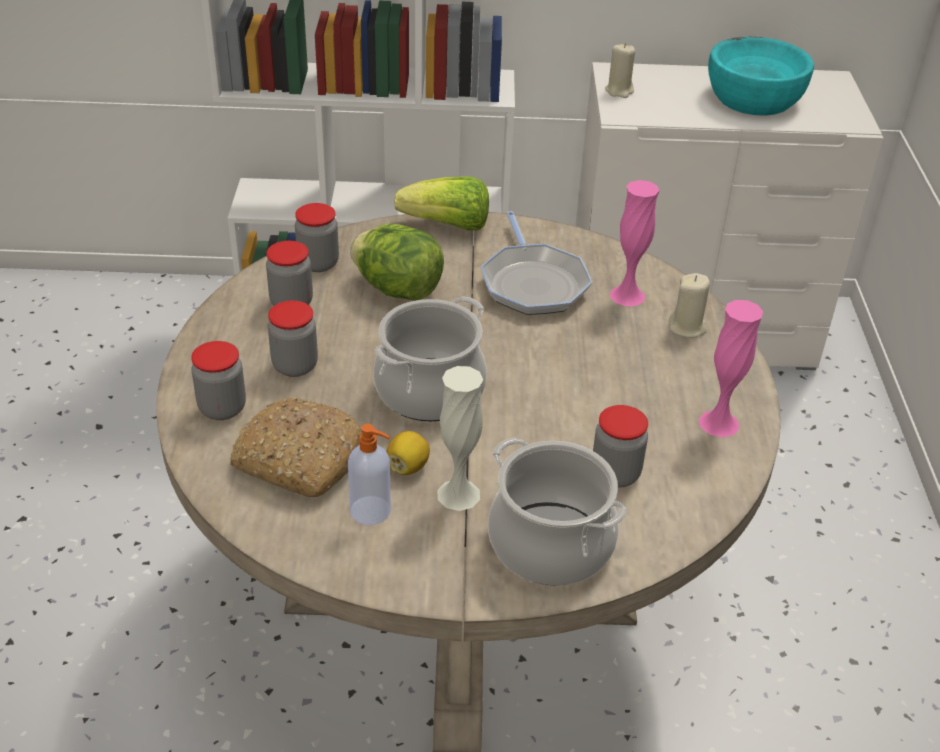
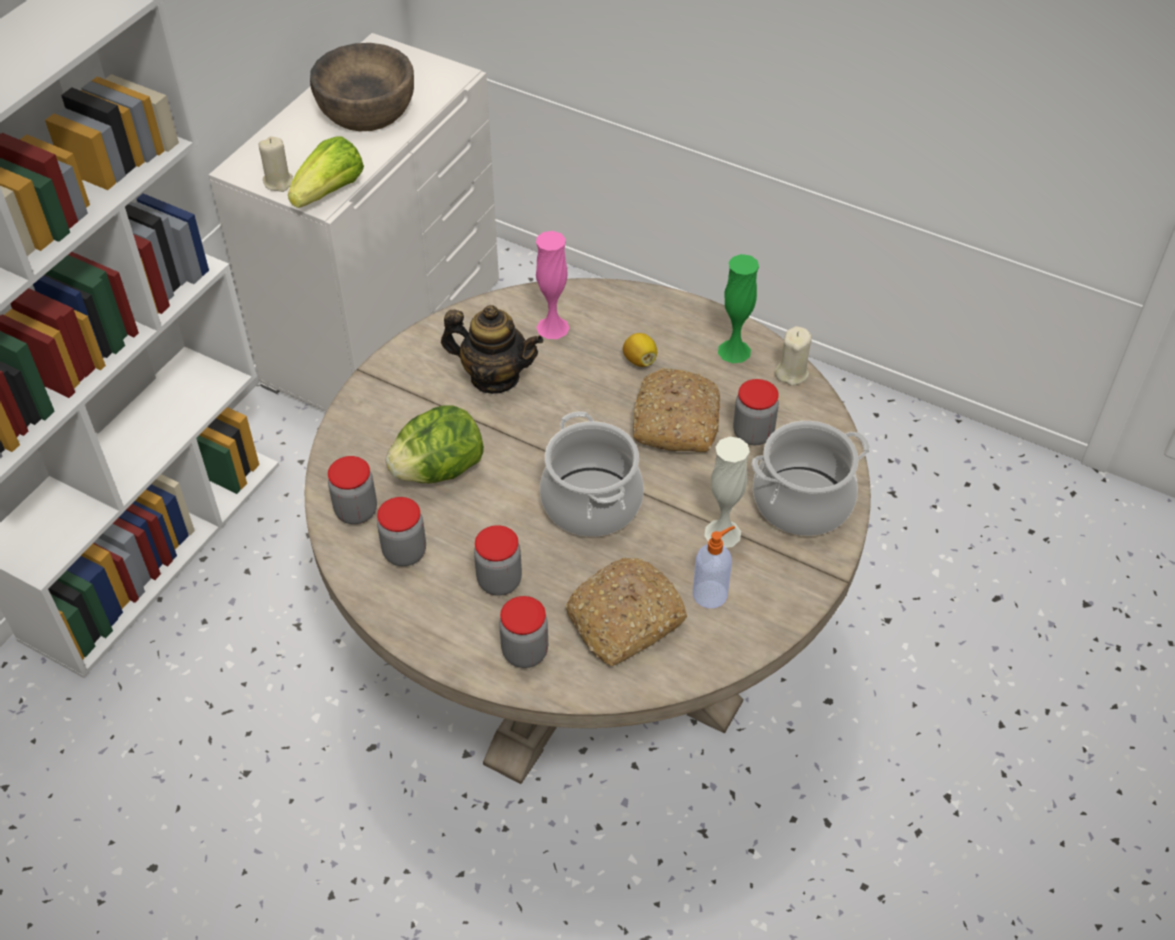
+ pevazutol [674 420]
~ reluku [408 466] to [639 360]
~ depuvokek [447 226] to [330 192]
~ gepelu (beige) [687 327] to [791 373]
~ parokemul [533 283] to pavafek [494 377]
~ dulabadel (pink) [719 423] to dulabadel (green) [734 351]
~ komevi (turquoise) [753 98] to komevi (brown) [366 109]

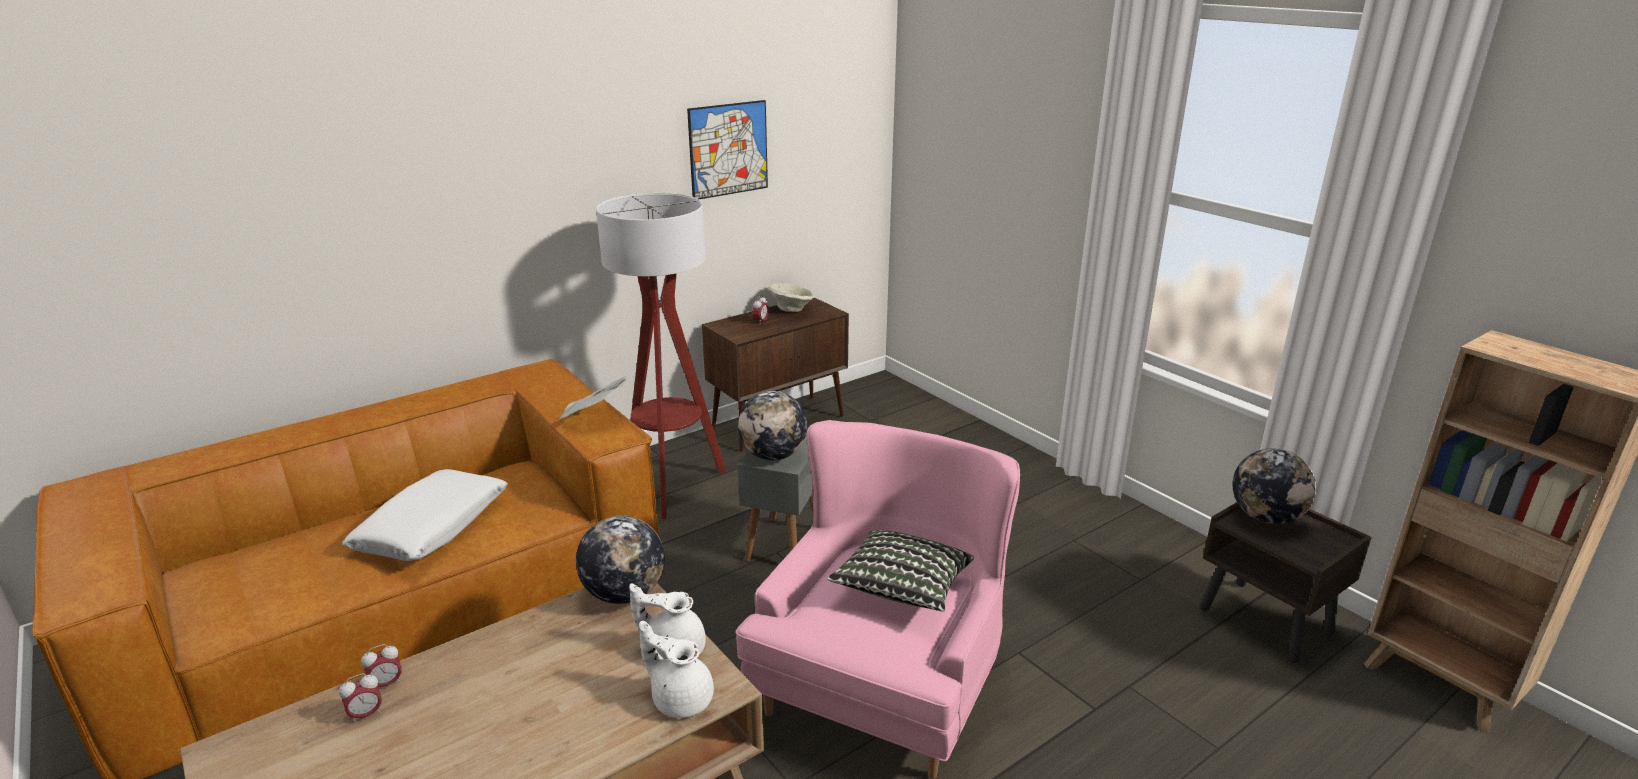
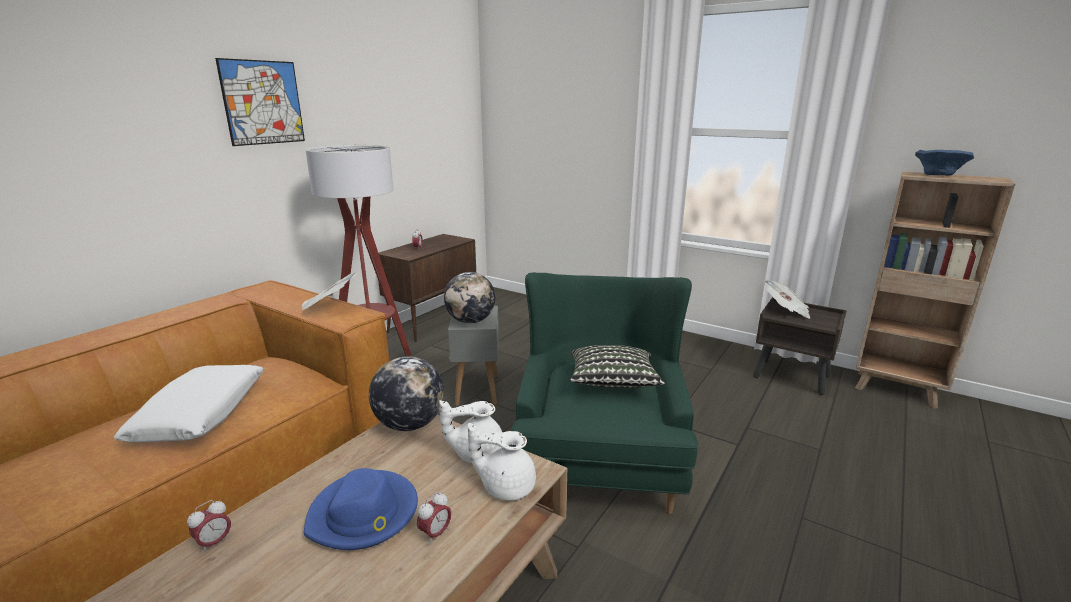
- komevi (beige) [791 310]
+ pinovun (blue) [364 514]
+ komevi (blue) [937 176]
~ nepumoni [366 714] to [435 534]
~ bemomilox [728 149] to [263 102]
~ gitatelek [1265 518] to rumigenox [786 311]
~ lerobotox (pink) [885 682] to lerobotox (green) [599 460]

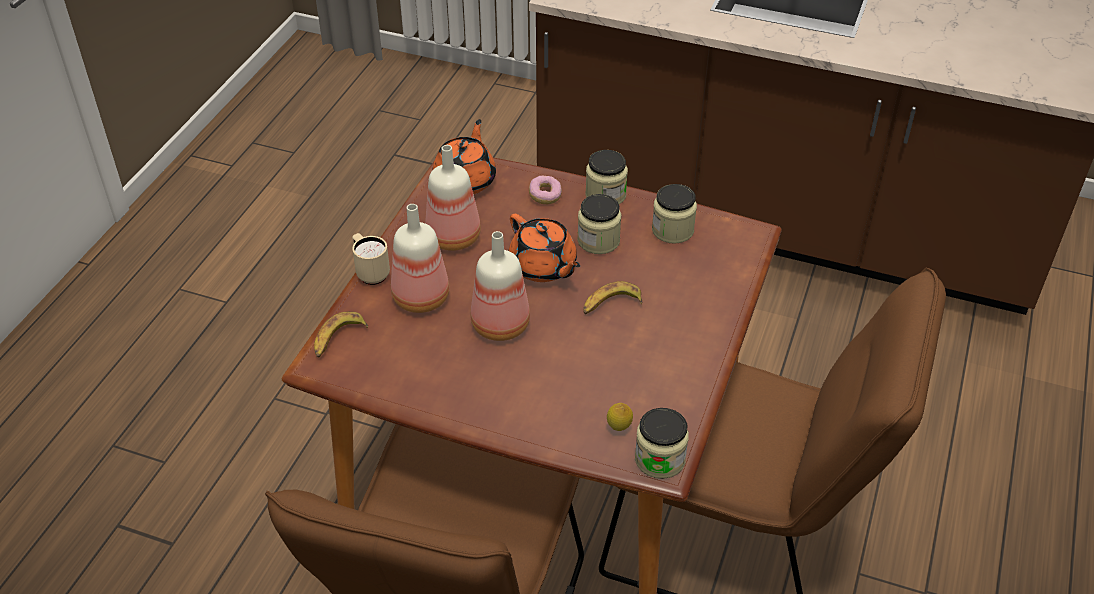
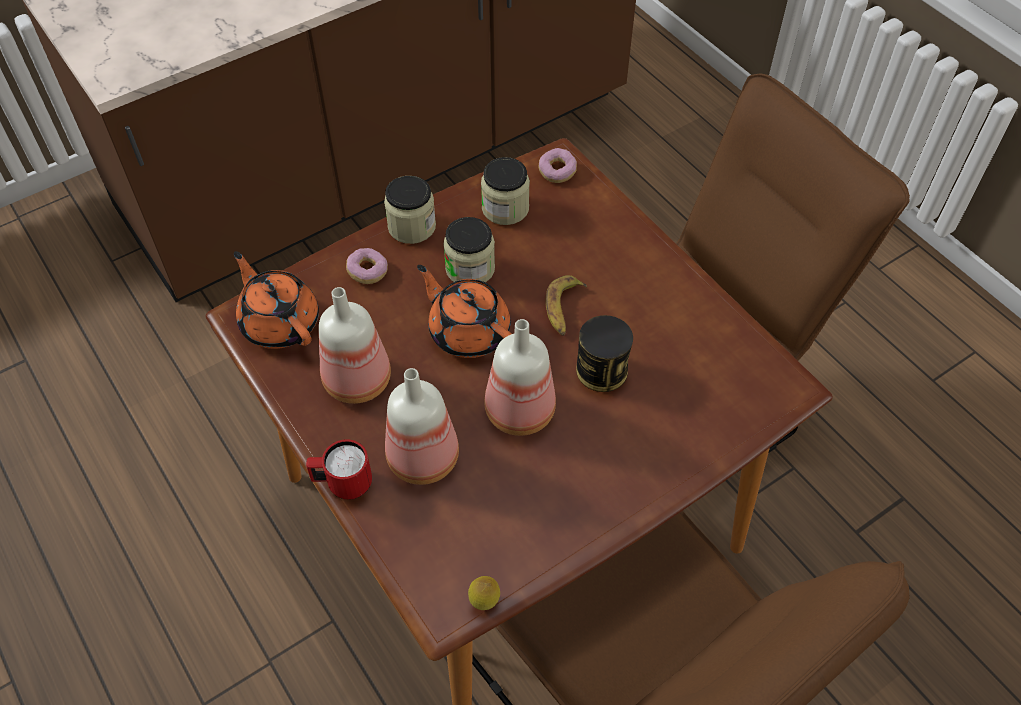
- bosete [338 339]
- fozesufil [660 459]
+ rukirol [557 172]
+ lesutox [601 370]
~ reluku [619 428] to [484 602]
~ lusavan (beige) [370 272] to lusavan (red) [343 484]
~ pavafek (orange) [543 267] = [468 331] 135 degrees counterclockwise

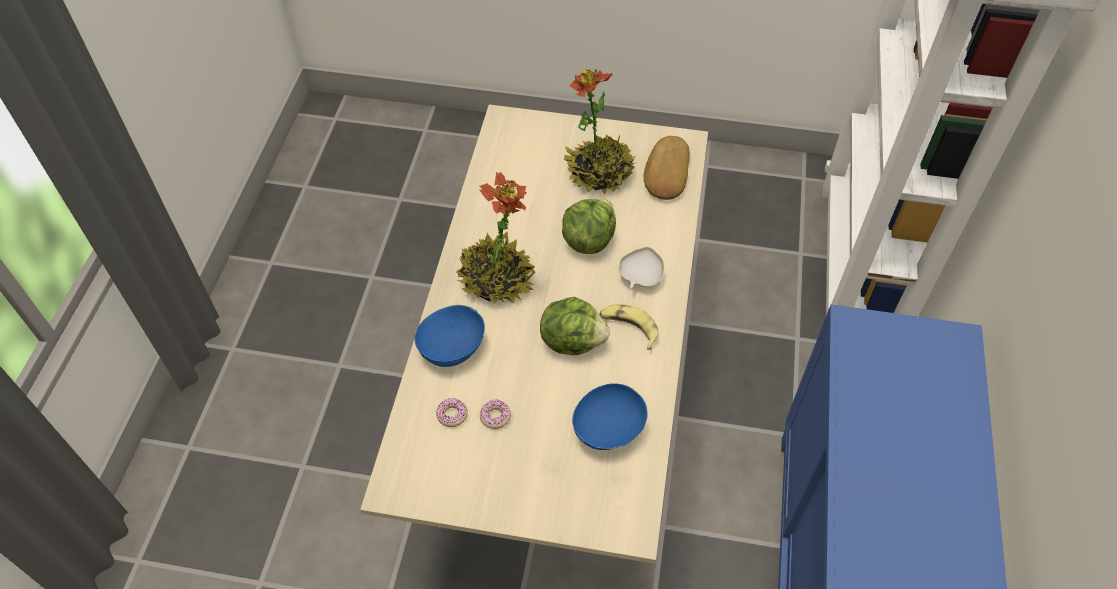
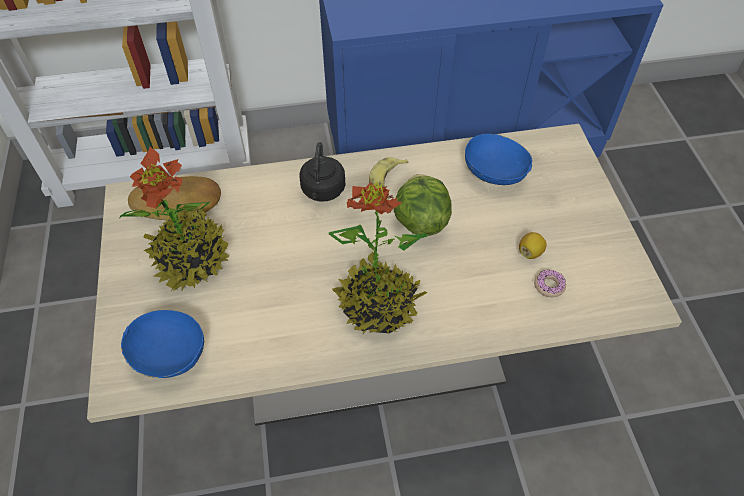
- depuvokek [588 240]
~ komevi (blue) [452 347] to [169 356]
~ rukirol [495 416] to reluku [530 252]
~ komevi (white) [640 275] to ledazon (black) [323 191]

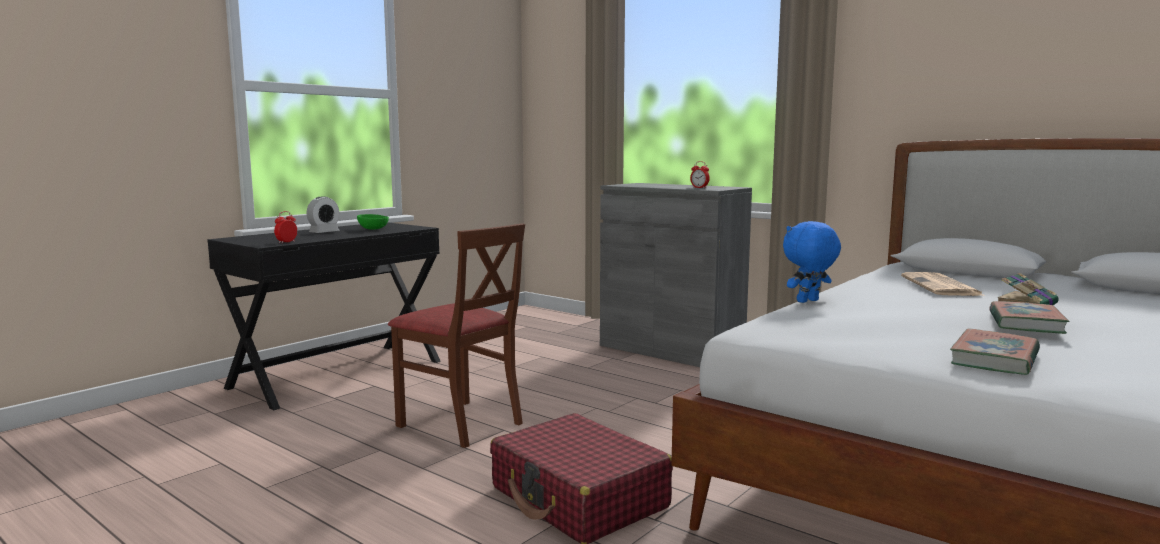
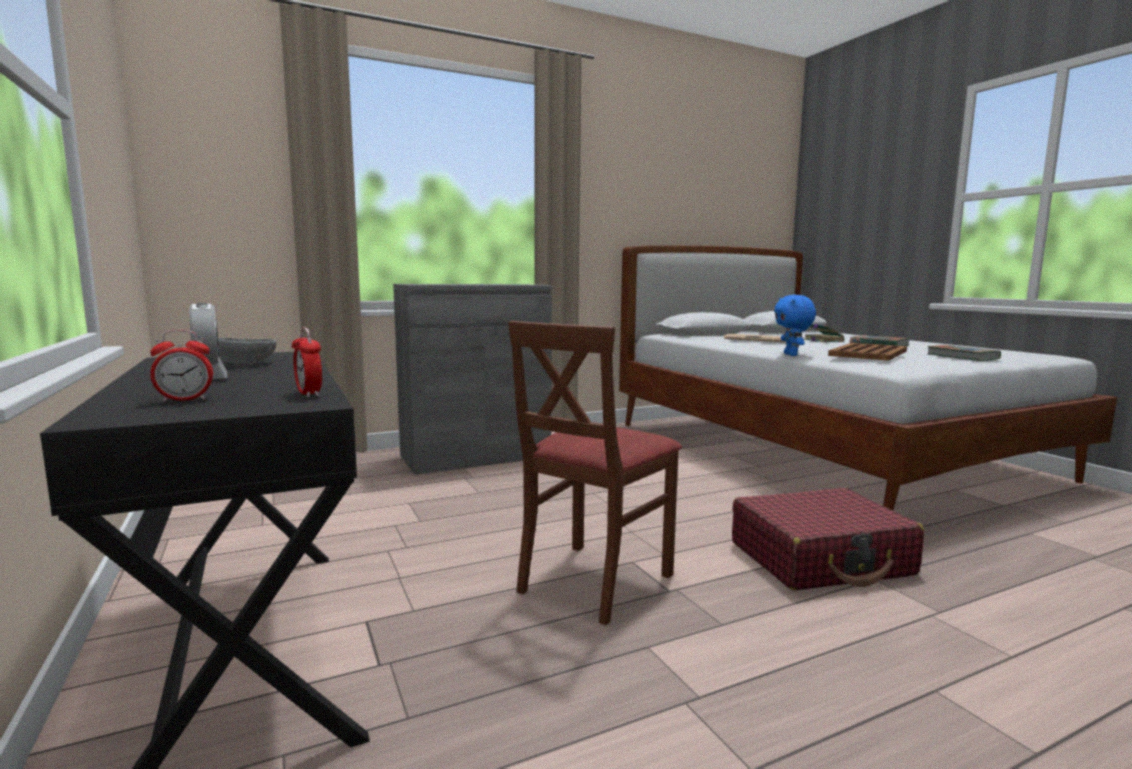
+ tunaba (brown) [868 353]
~ nepumoni [699 188] to [185 400]
~ komevi (green) [374 229] to komevi (grey) [245 363]
~ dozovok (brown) [461 423] = [593 581] 150 degrees clockwise

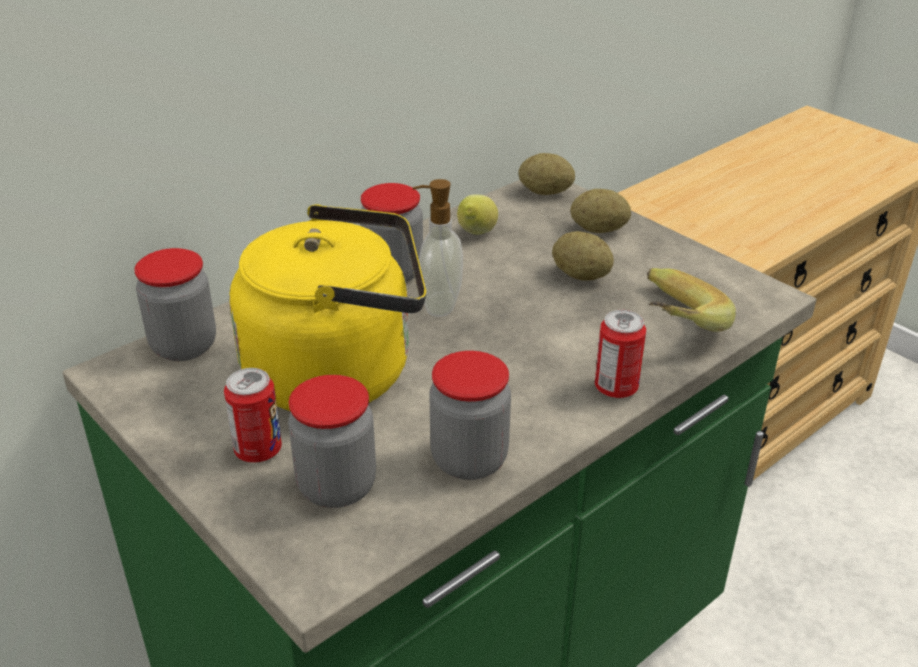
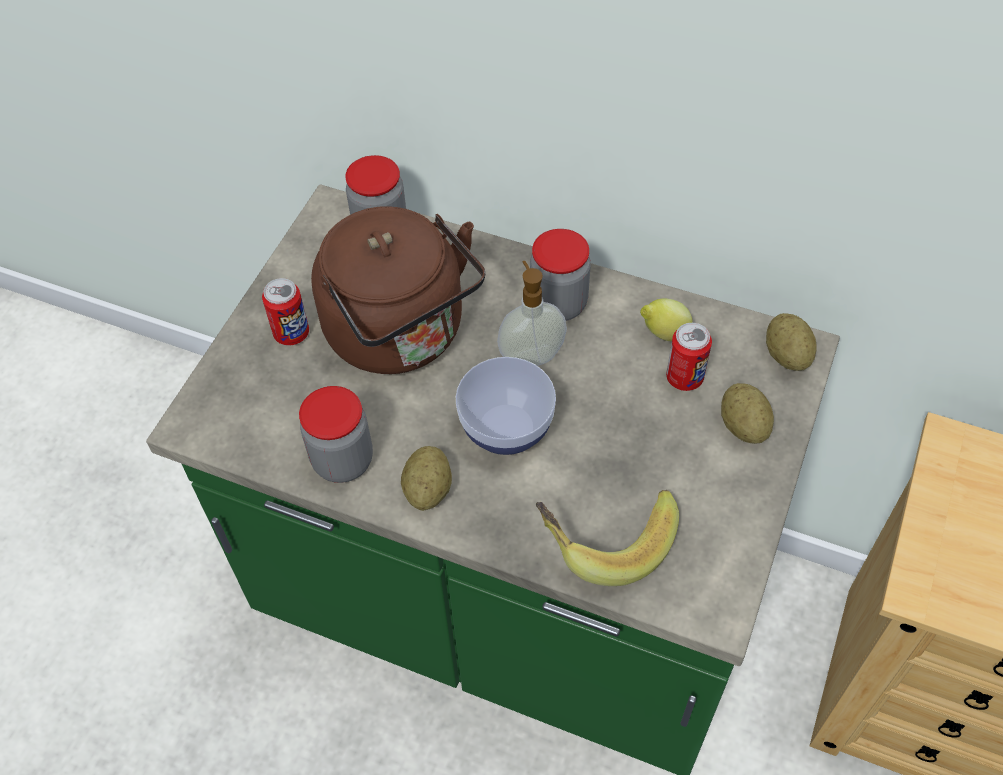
- fozesufil [337 487]
+ komevi [506 429]
~ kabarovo [580 275] to [428 489]
~ lesutox [616 388] to [684 378]
~ ledazon (yellow) [339 372] to ledazon (brown) [402 335]

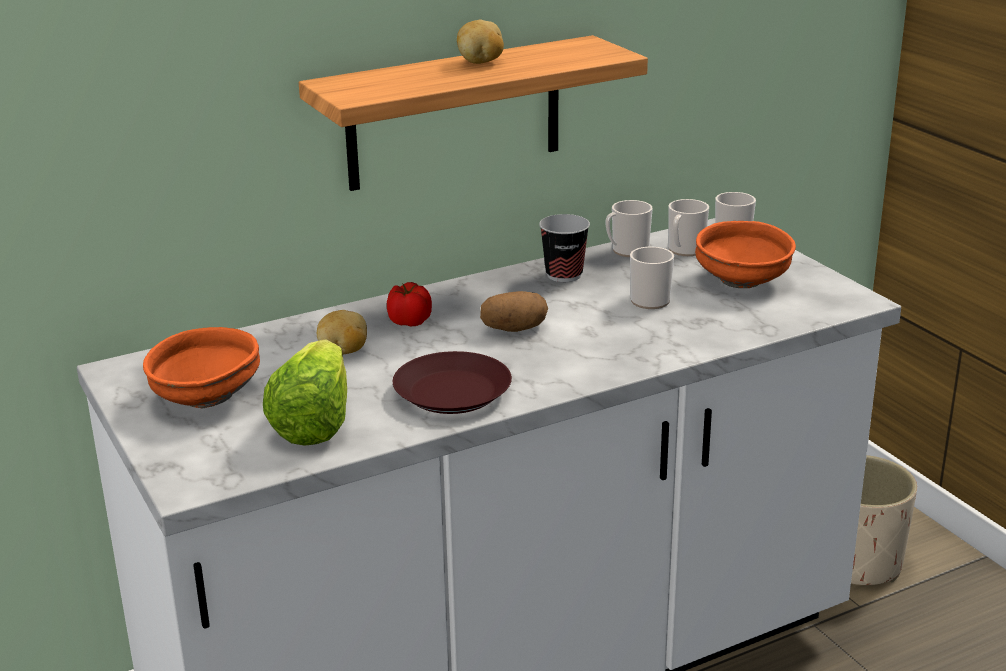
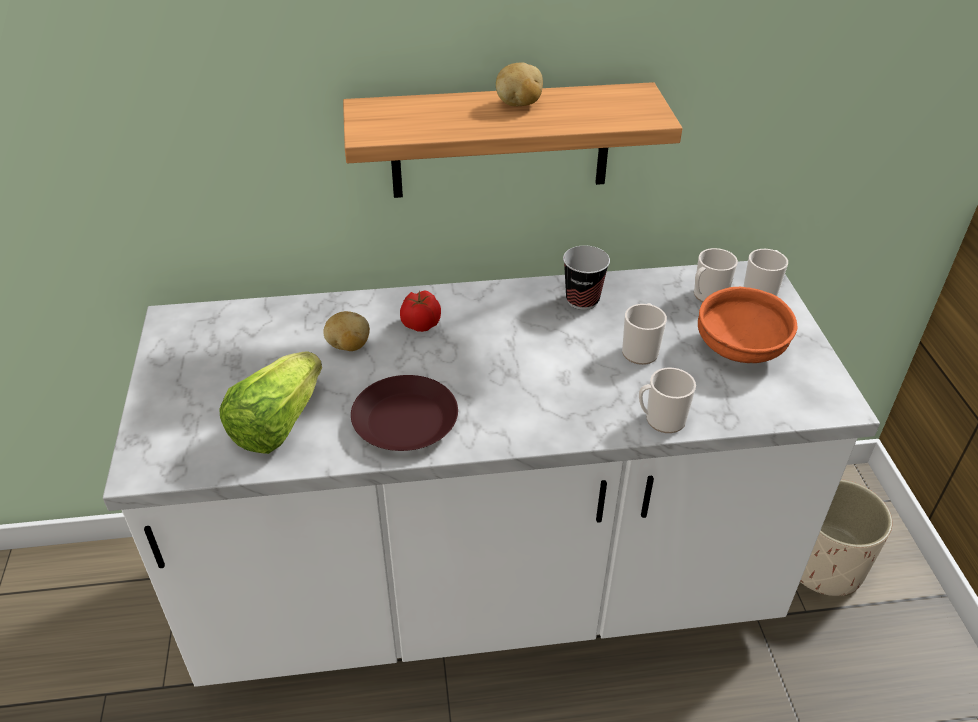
- komevi (orange) [205 398]
- kabarovo [514 329]
~ lusavan [626 251] to [661 419]

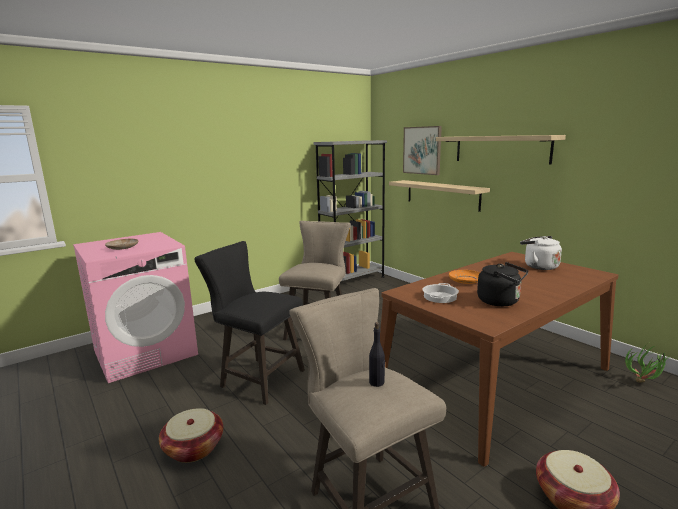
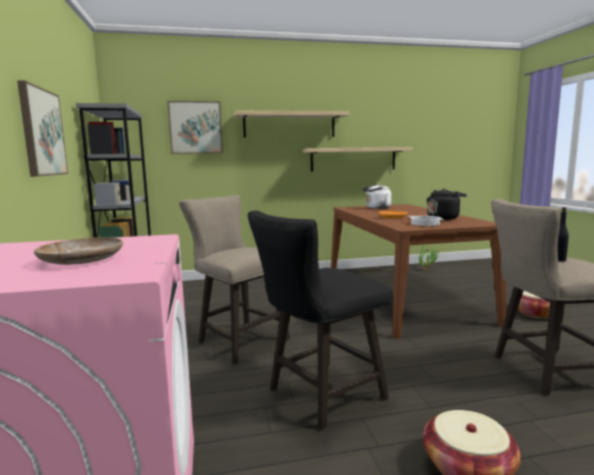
+ bemomilox [42 132]
~ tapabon [442 194] to [353 159]

